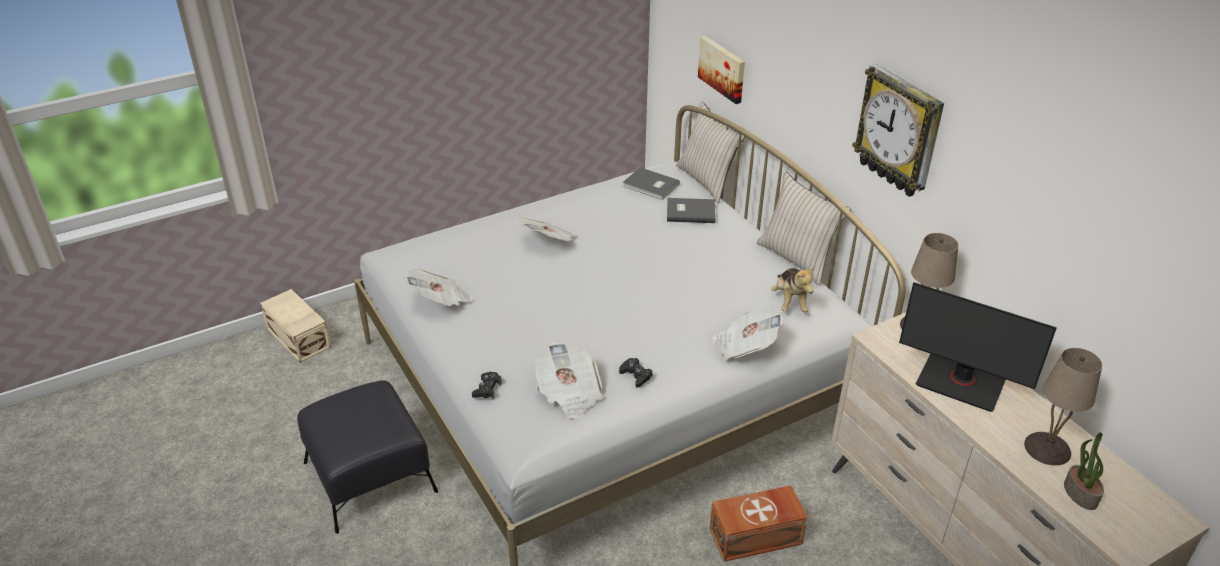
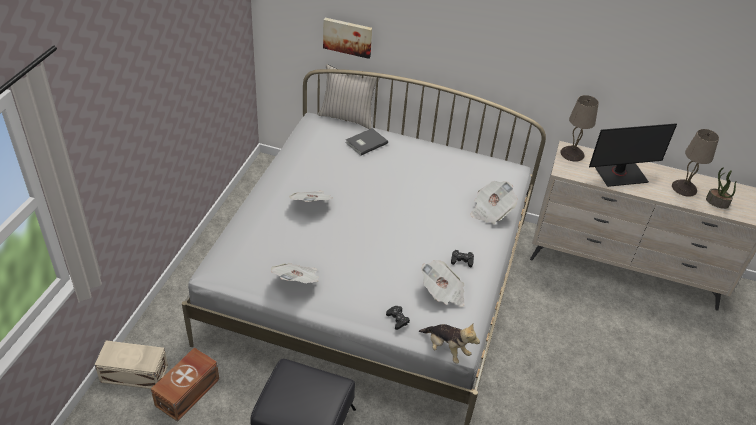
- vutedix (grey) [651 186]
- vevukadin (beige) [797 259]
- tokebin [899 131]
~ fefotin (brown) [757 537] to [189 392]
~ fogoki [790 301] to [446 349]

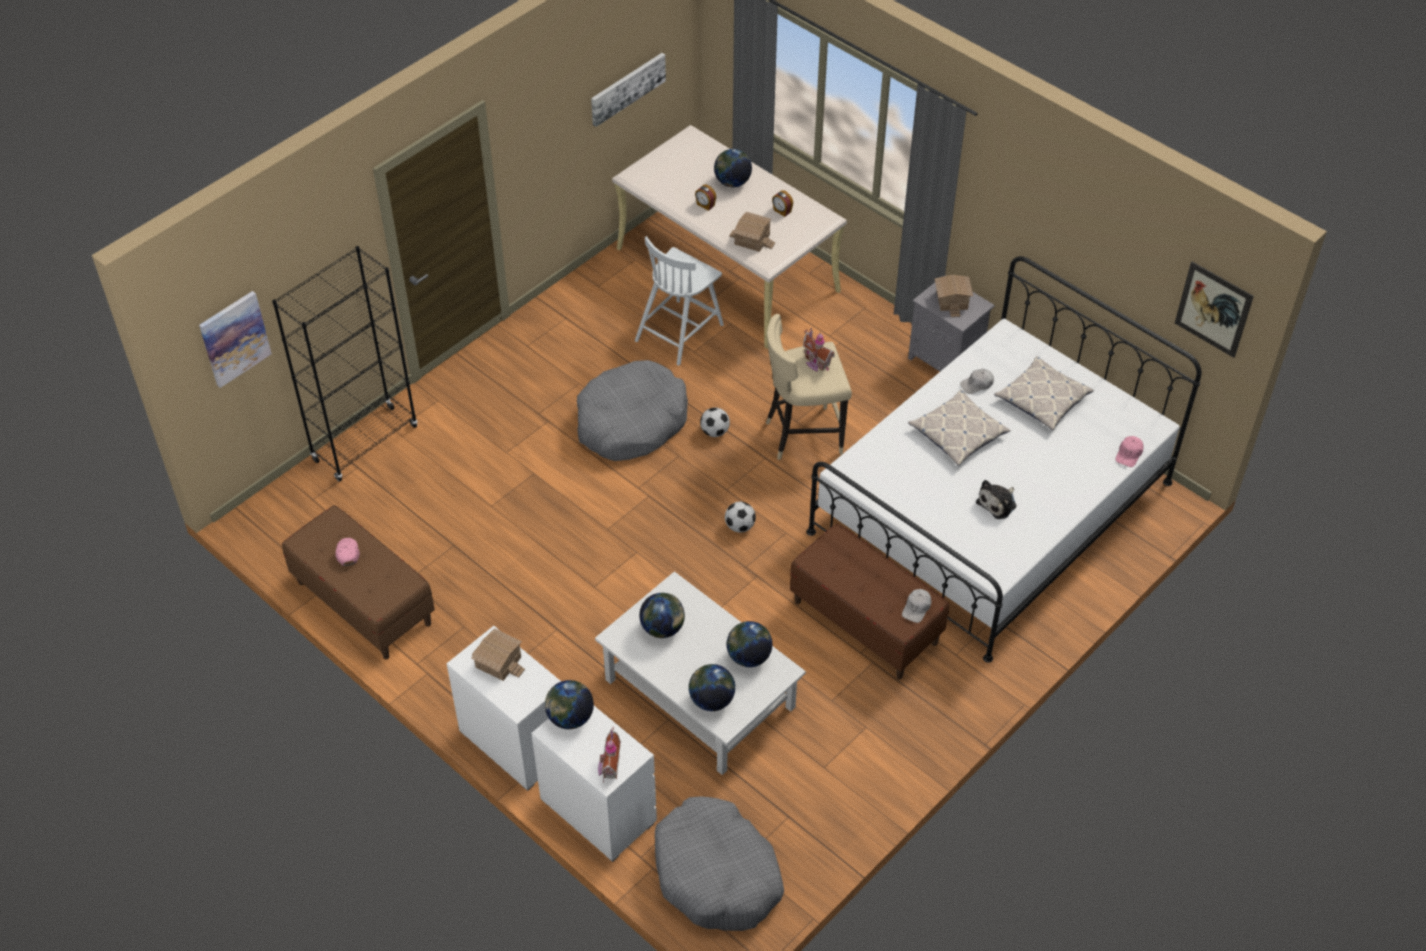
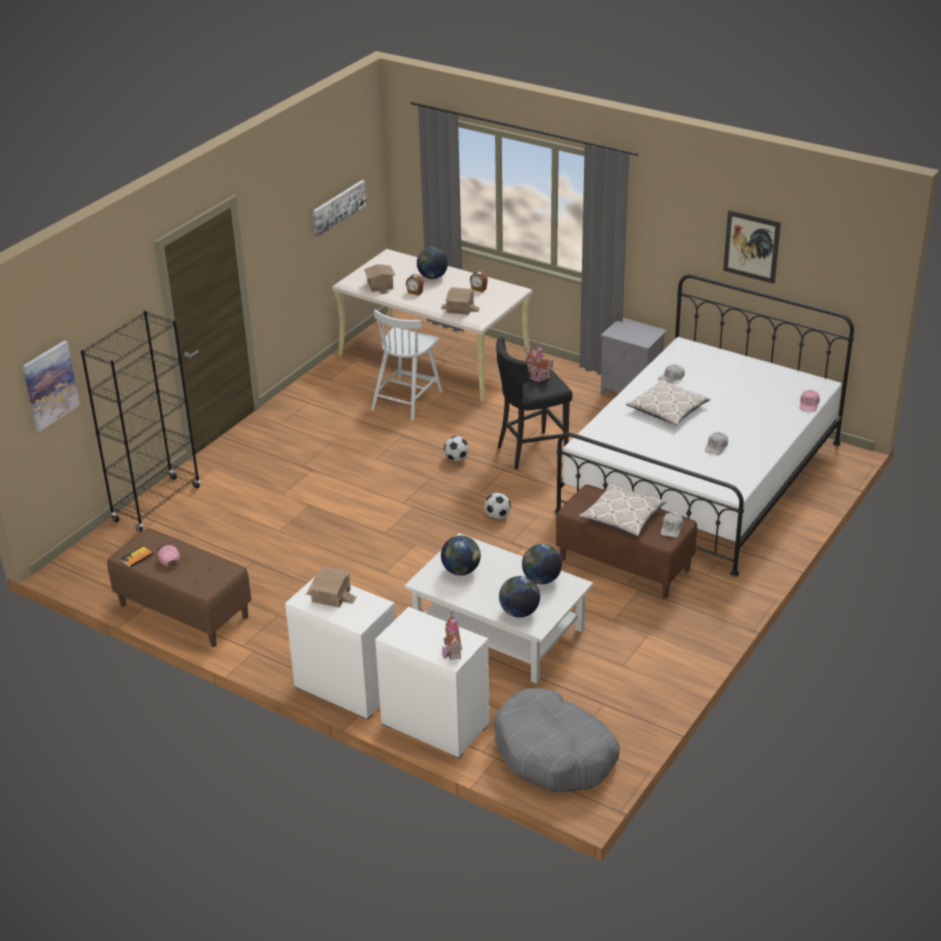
- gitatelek [570 718]
- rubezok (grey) [631 422]
+ vutedix [136 557]
~ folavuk [952 300] to [381 285]
~ vevukadin [1042 399] to [622 516]
~ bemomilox [1213 309] to [751 246]
~ fogoki [998 503] to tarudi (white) [716 447]
~ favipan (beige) [803 435] to favipan (black) [531 452]

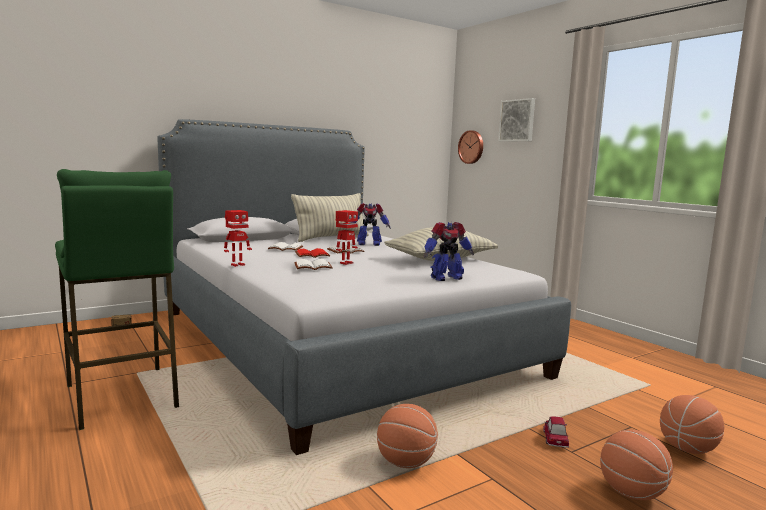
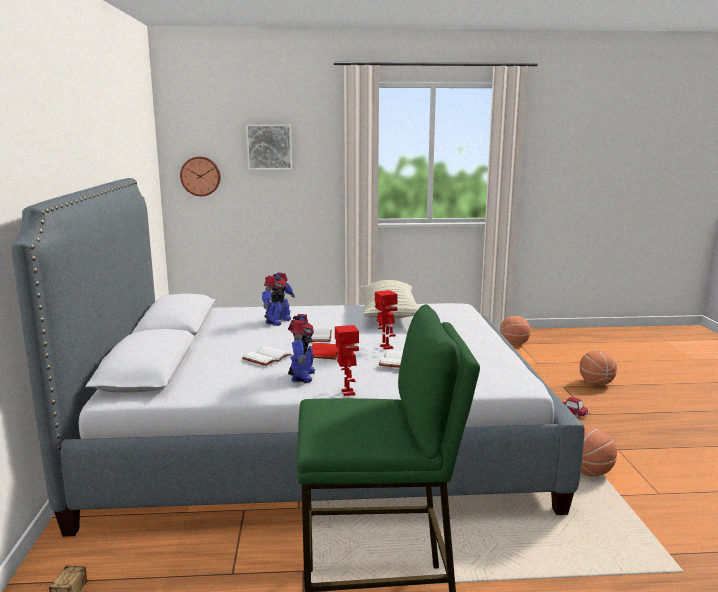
- vevukadin [331 238]
~ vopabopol [445 278] to [302 377]
~ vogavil [632 493] to [514 344]

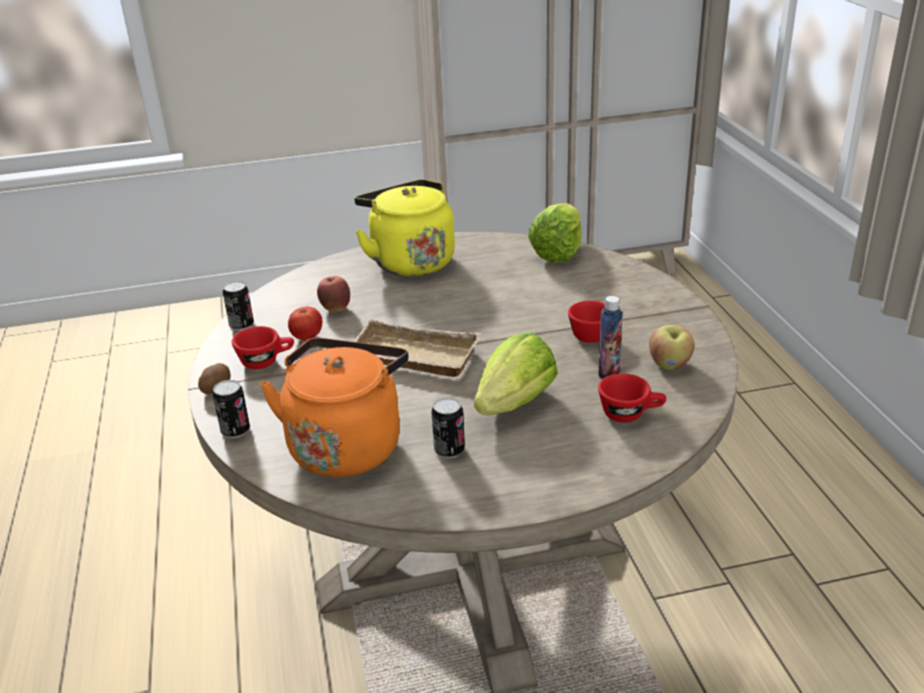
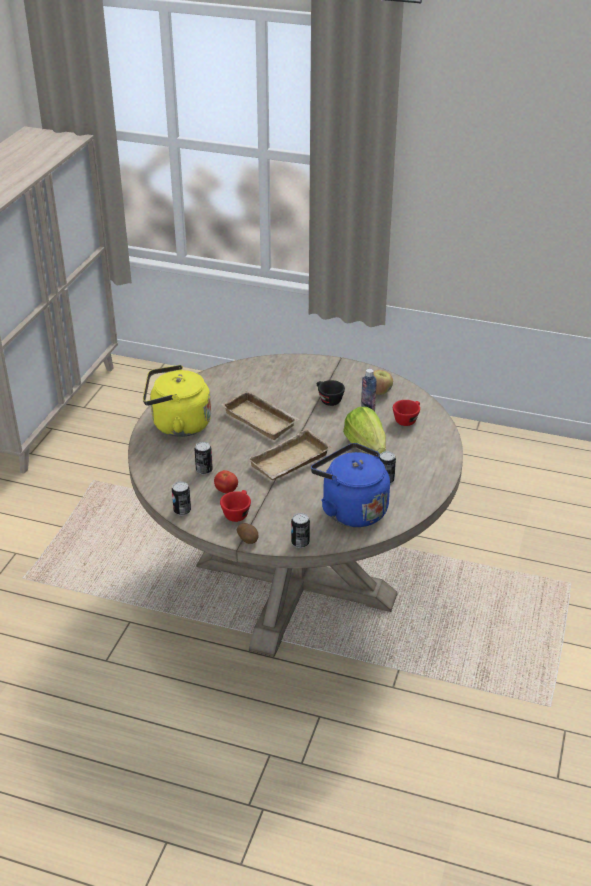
- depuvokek [558 253]
+ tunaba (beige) [262 419]
~ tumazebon [335 308] to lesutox [204 470]
~ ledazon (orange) [347 445] to ledazon (blue) [351 509]
~ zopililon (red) [590 332] to zopililon (black) [328 399]

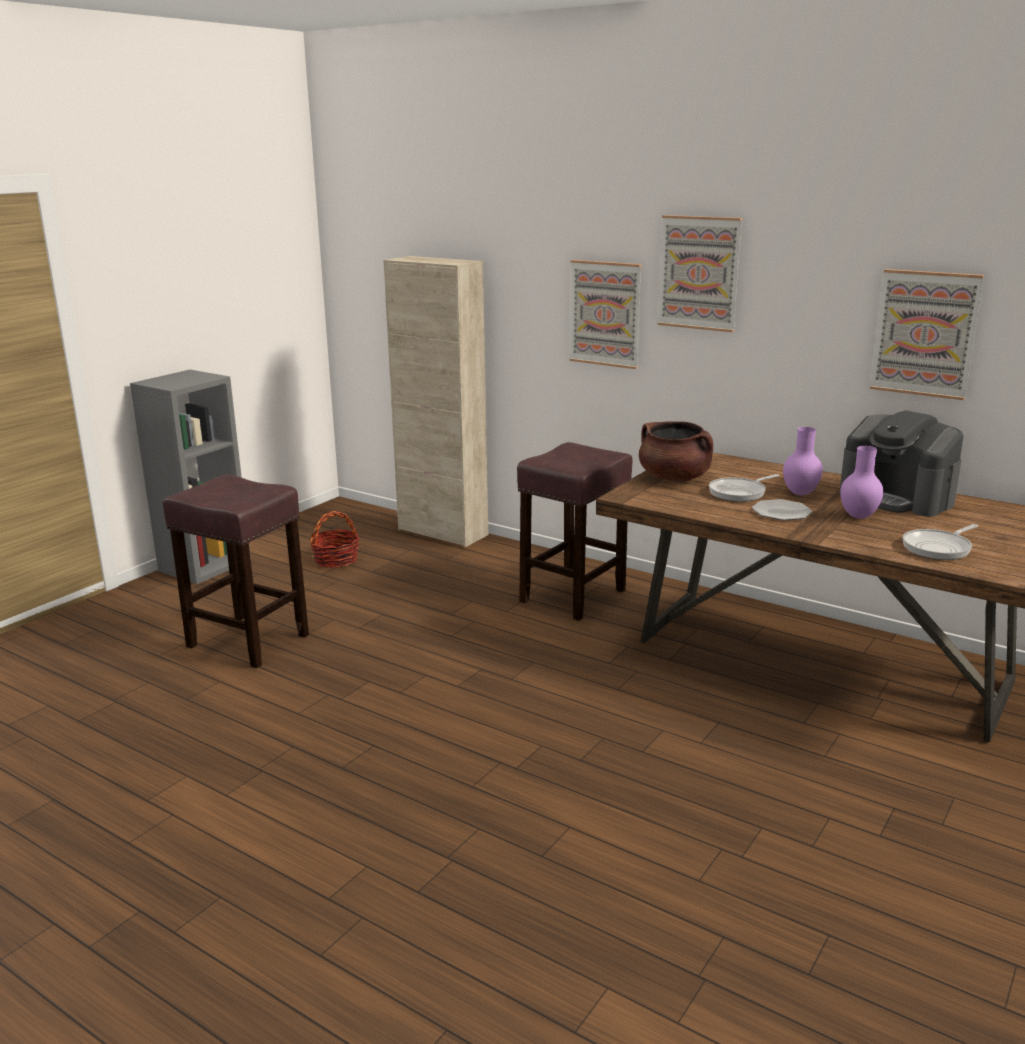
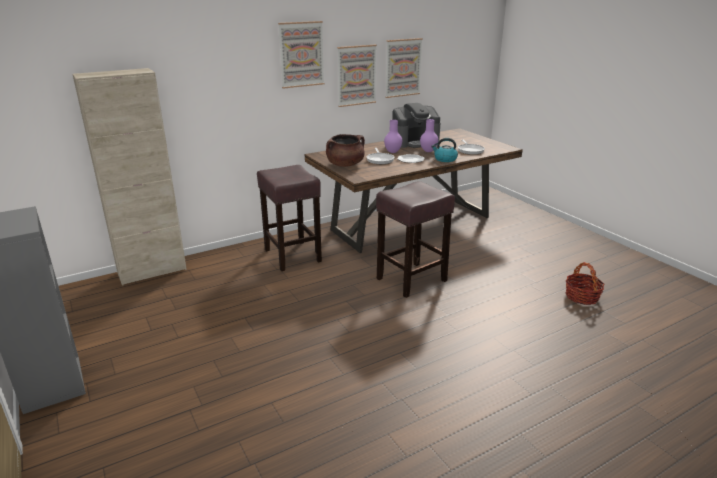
+ ledazon [445 159]
~ favipan (brown) [246 640] to [410 280]
~ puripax [336 560] to [581 297]
~ bemomilox [605 313] to [356 75]

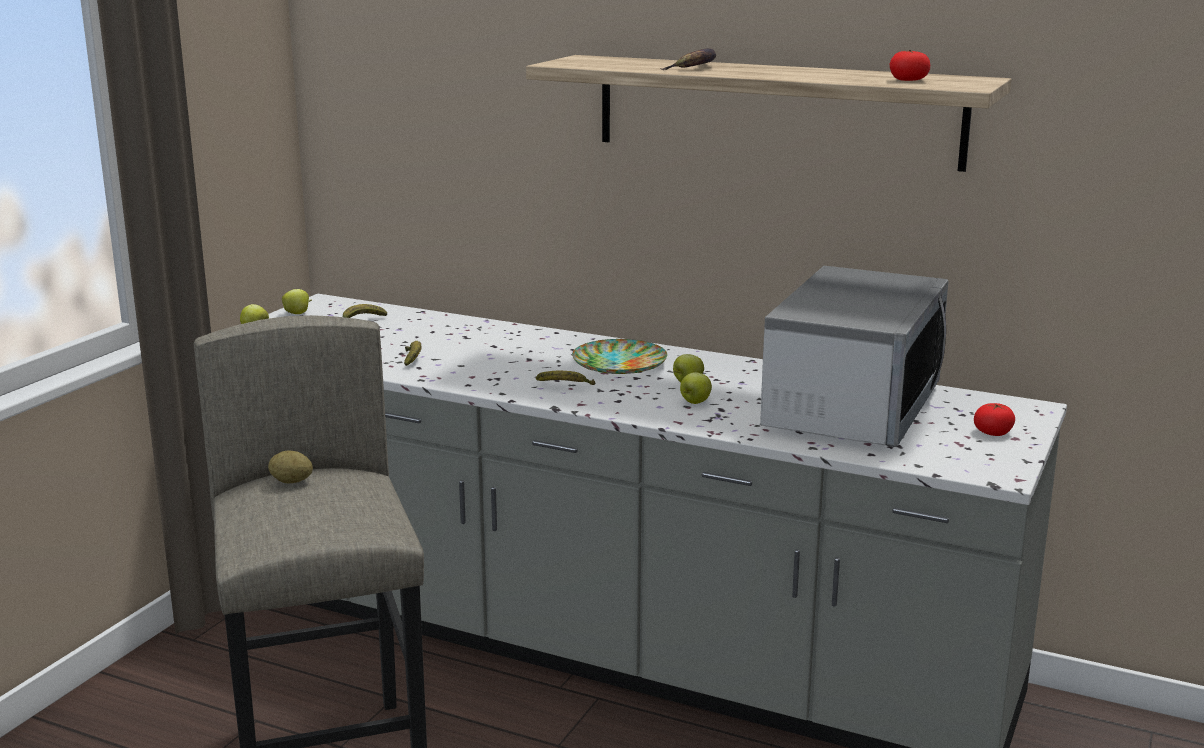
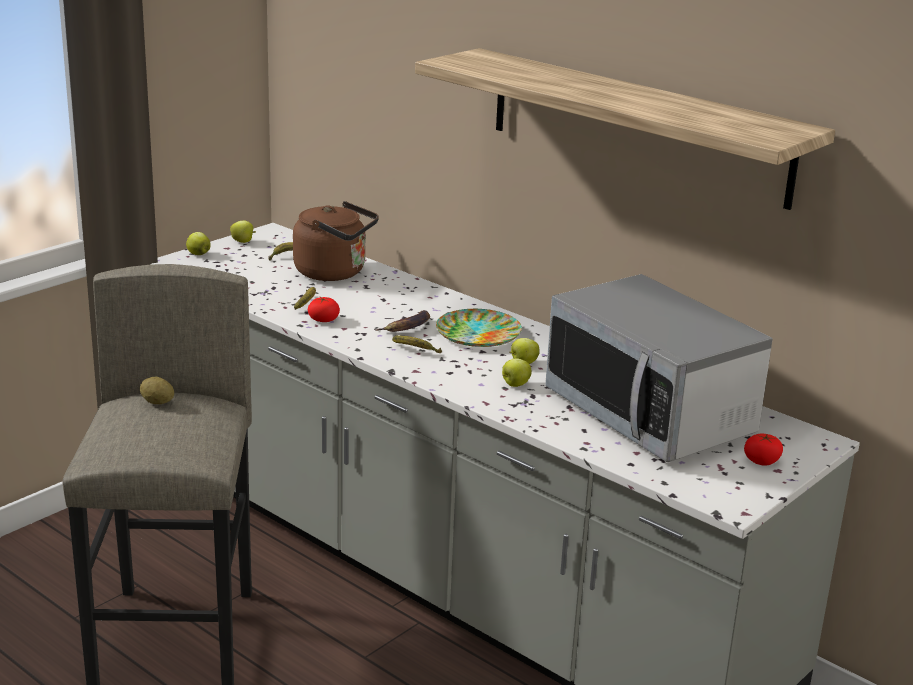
+ ledazon (brown) [335 273]
~ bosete [694 67] to [407 327]
~ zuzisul [908 80] to [323 320]
~ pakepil [851 409] = [649 414] 105 degrees clockwise

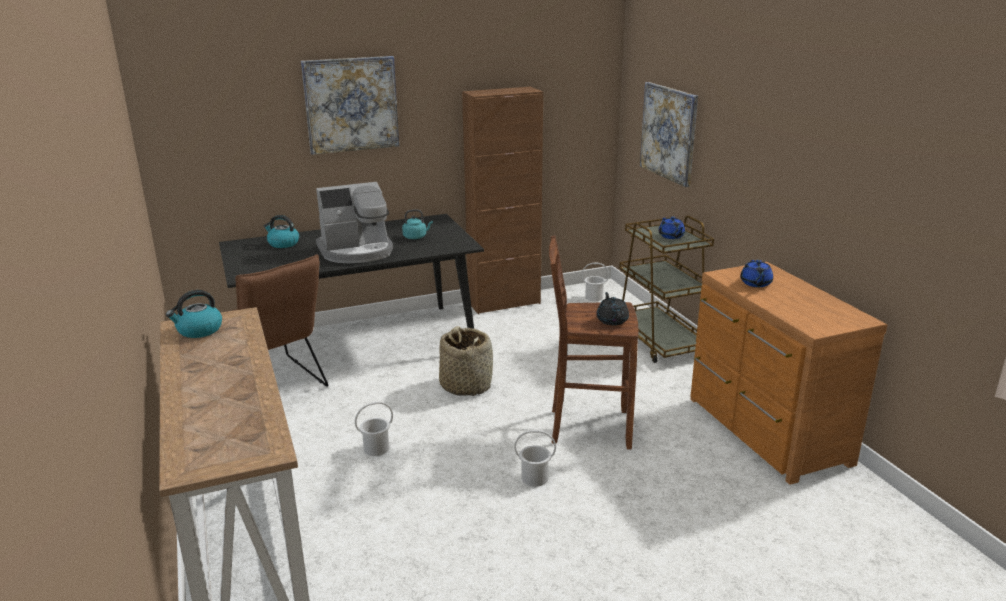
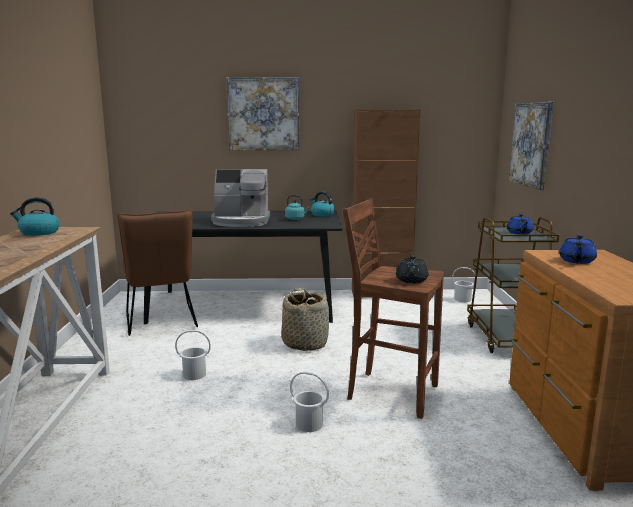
~ ledazon [283 244] to [322 215]

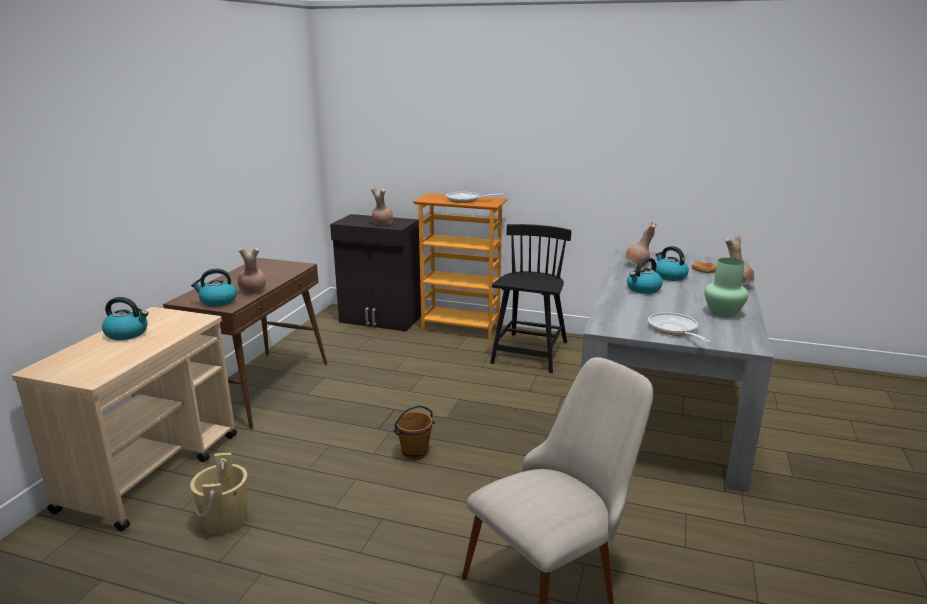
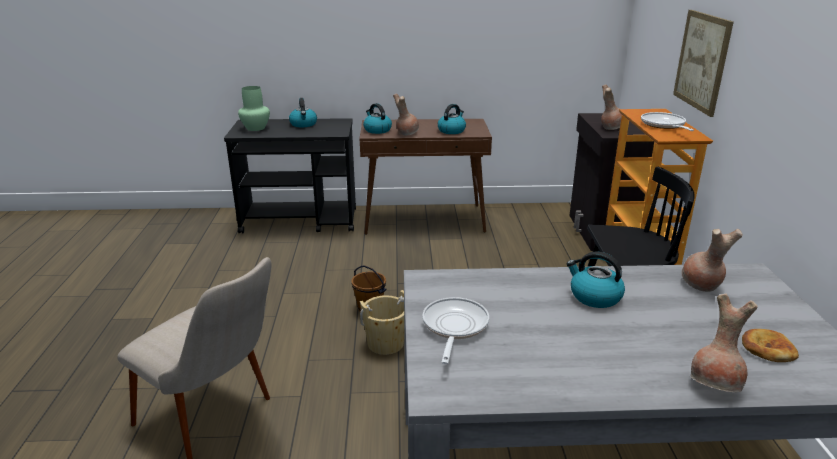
+ bemomilox [702 61]
~ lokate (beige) [225 520] to [385 343]
~ ledazon [669 276] to [451 130]
~ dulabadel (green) [723 313] to [255 128]
~ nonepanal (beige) [153 470] to nonepanal (black) [300 221]
~ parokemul [674 330] = [454 327] 45 degrees counterclockwise

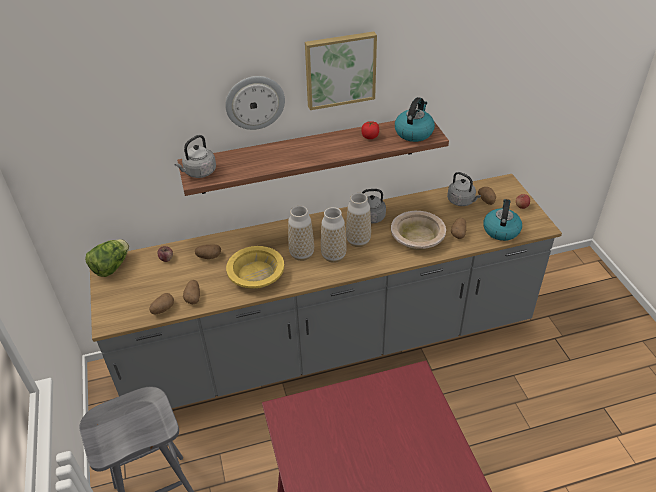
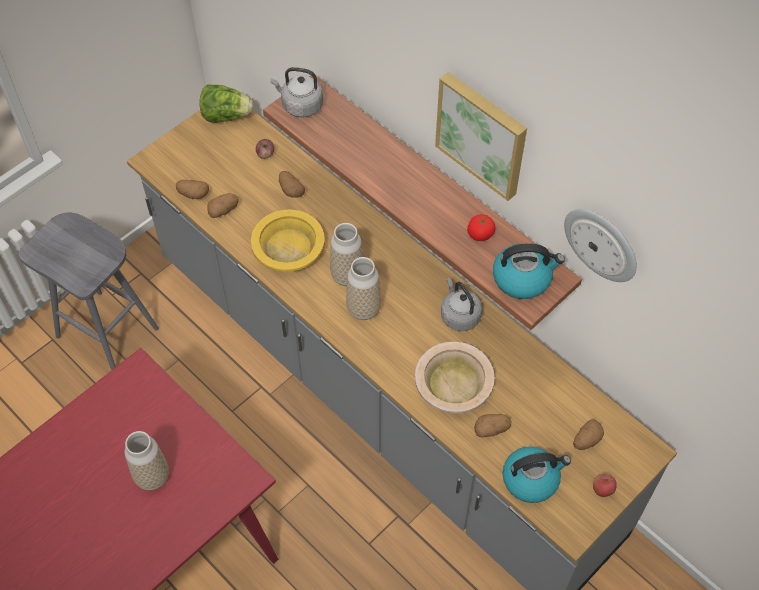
- ledazon (grey) [462 201]
~ tokebin [255 102] to [602 243]
~ dulabadel [358 241] to [152 477]

